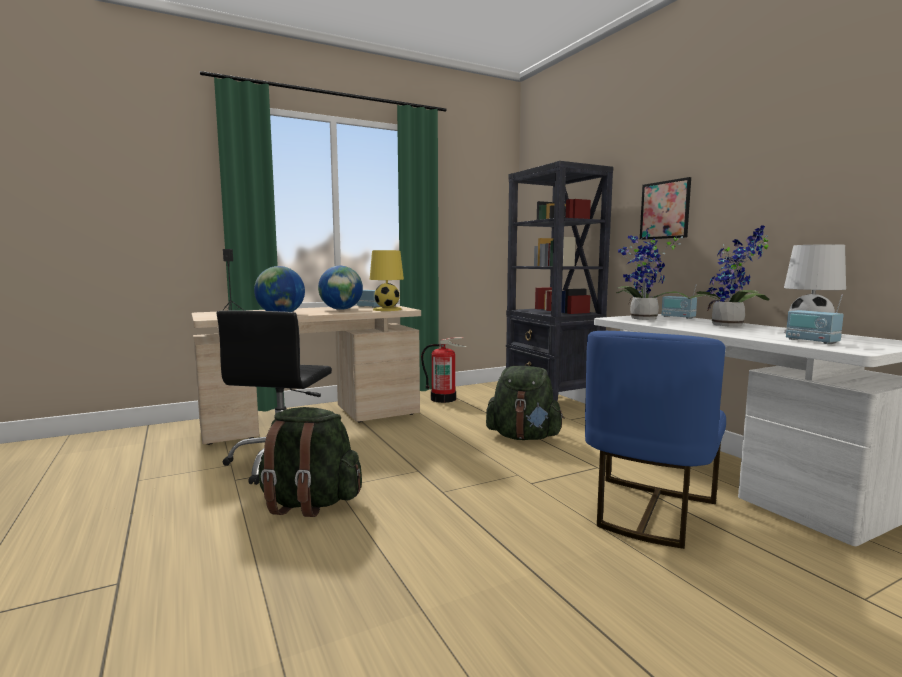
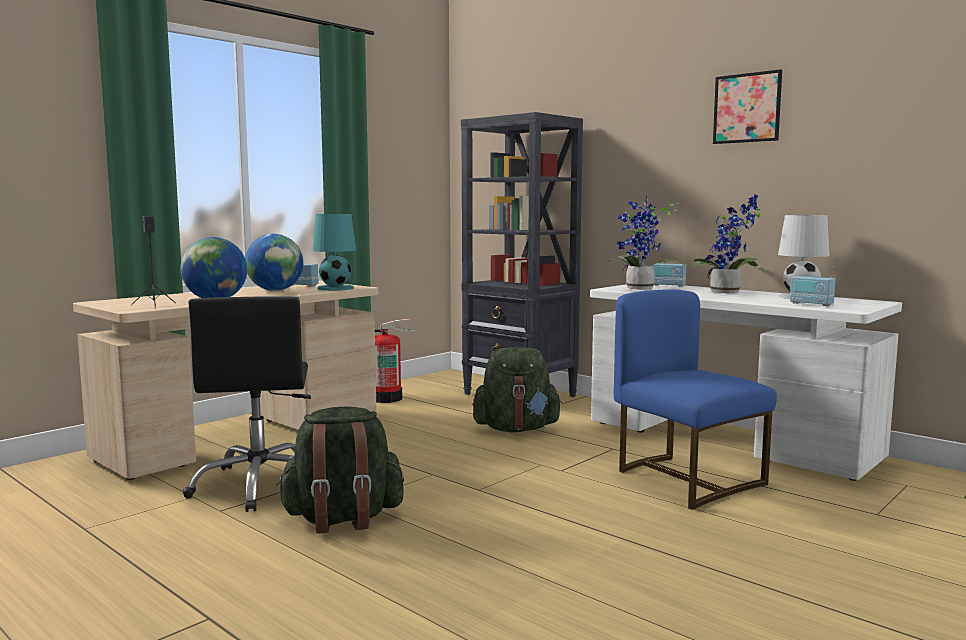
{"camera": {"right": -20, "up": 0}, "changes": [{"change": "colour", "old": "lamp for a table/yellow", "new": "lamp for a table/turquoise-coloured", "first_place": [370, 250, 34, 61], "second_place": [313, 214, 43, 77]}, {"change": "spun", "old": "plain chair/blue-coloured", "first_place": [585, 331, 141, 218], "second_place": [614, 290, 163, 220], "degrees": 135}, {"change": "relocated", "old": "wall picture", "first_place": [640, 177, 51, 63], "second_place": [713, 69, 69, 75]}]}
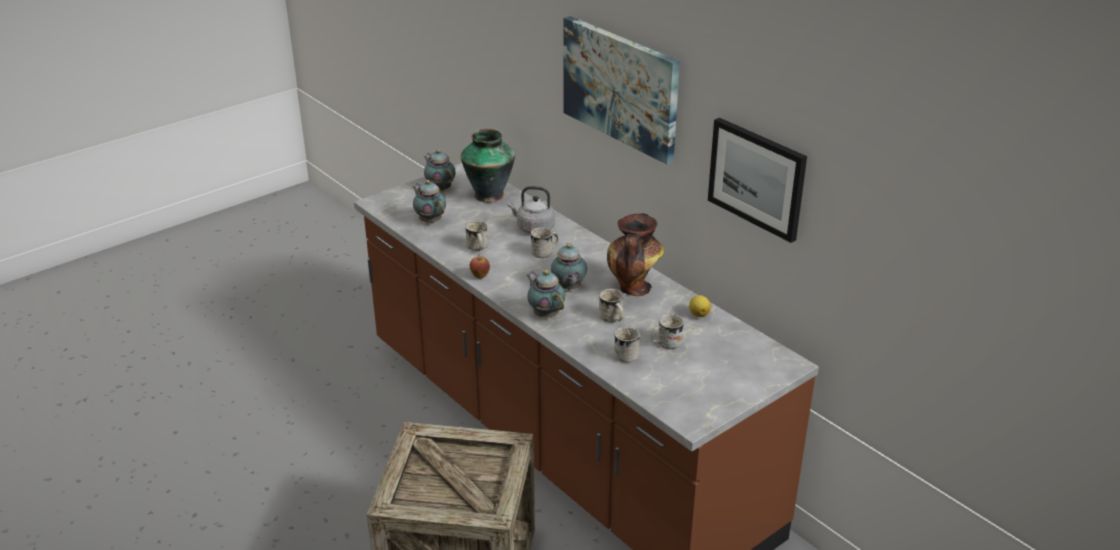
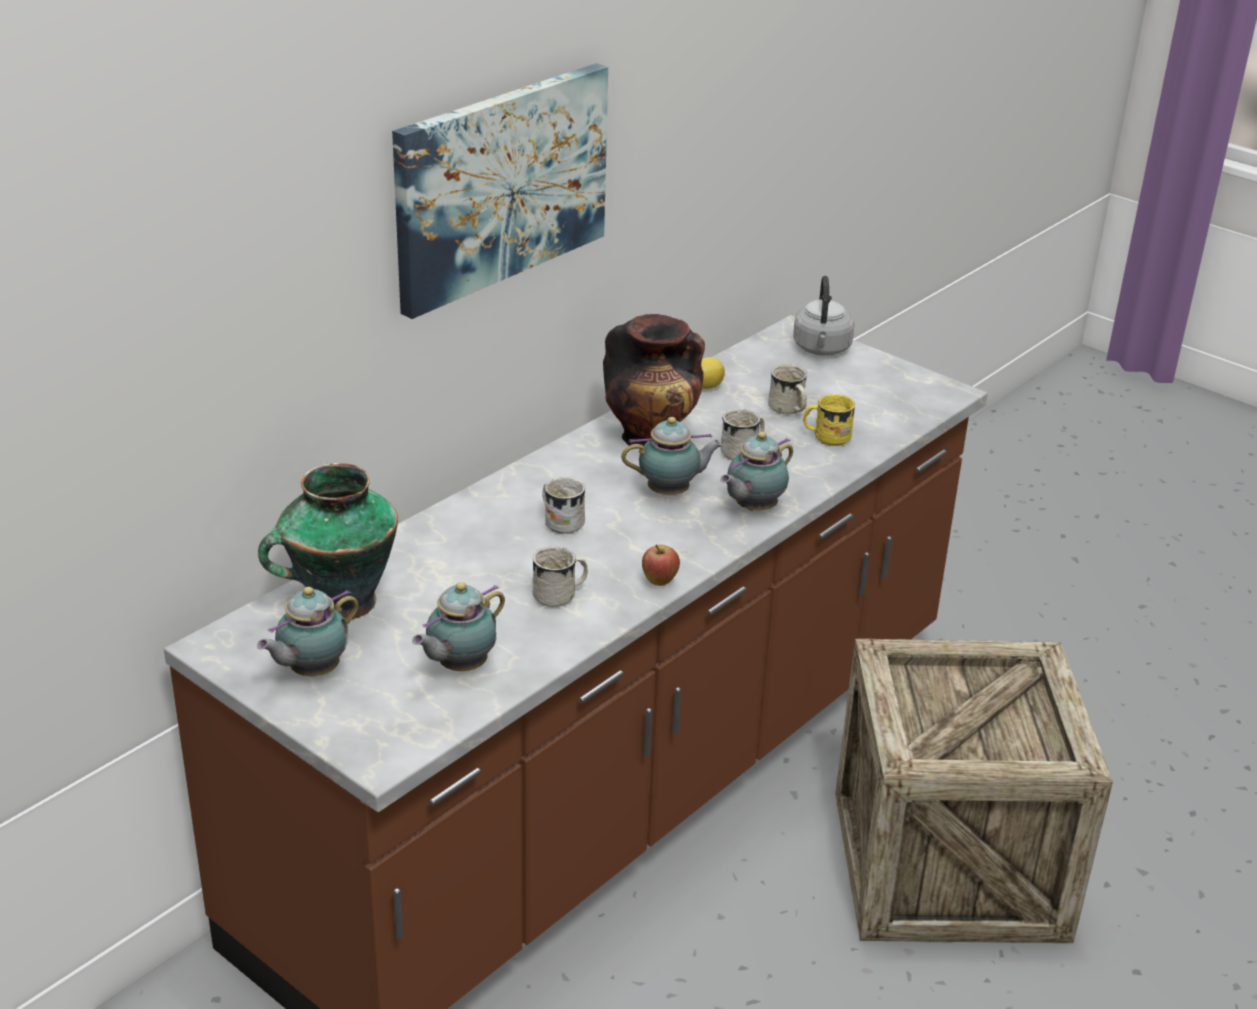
{"camera": {"right": -100, "up": 0}, "changes": [{"change": "relocated", "old": "tea kettle/grey", "first_place": [508, 186, 47, 48], "second_place": [793, 276, 62, 80]}, {"change": "colour", "old": "coffee mug/white", "new": "coffee mug/yellow", "first_place": [614, 327, 26, 36], "second_place": [803, 394, 52, 52]}, {"change": "missing", "old": "wall picture", "first_place": [708, 118, 99, 125]}]}
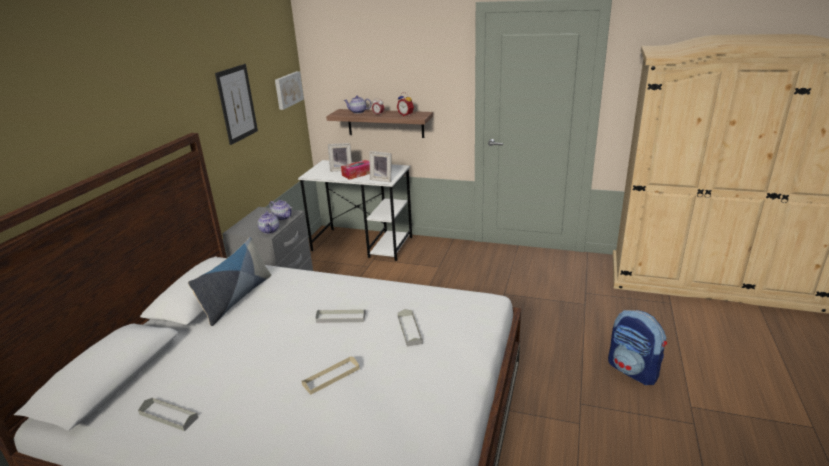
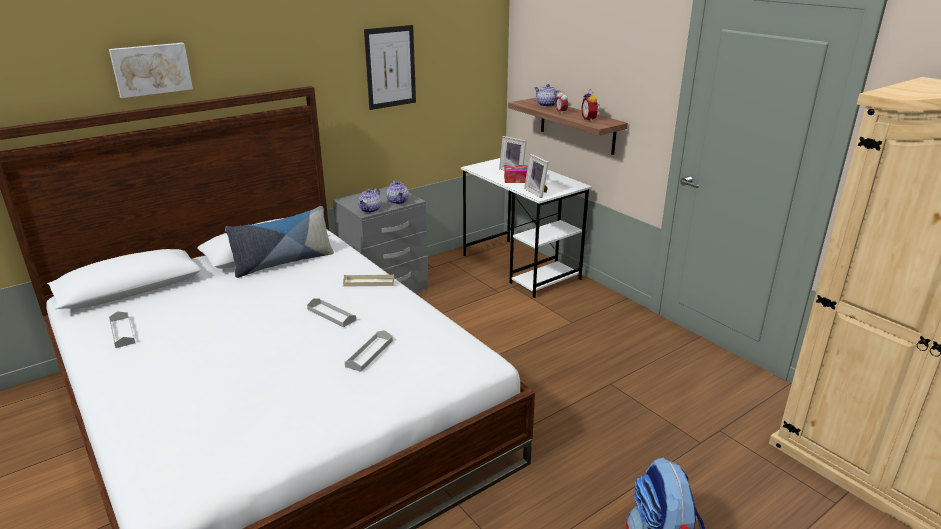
{"camera": {"right": 35, "up": 0}, "changes": [{"change": "relocated", "old": "wall picture", "first_place": [275, 71, 29, 39], "second_place": [109, 43, 84, 55]}, {"change": "relocated", "old": "carrying tray/beige-coloured", "first_place": [301, 356, 59, 39], "second_place": [343, 274, 51, 13]}]}
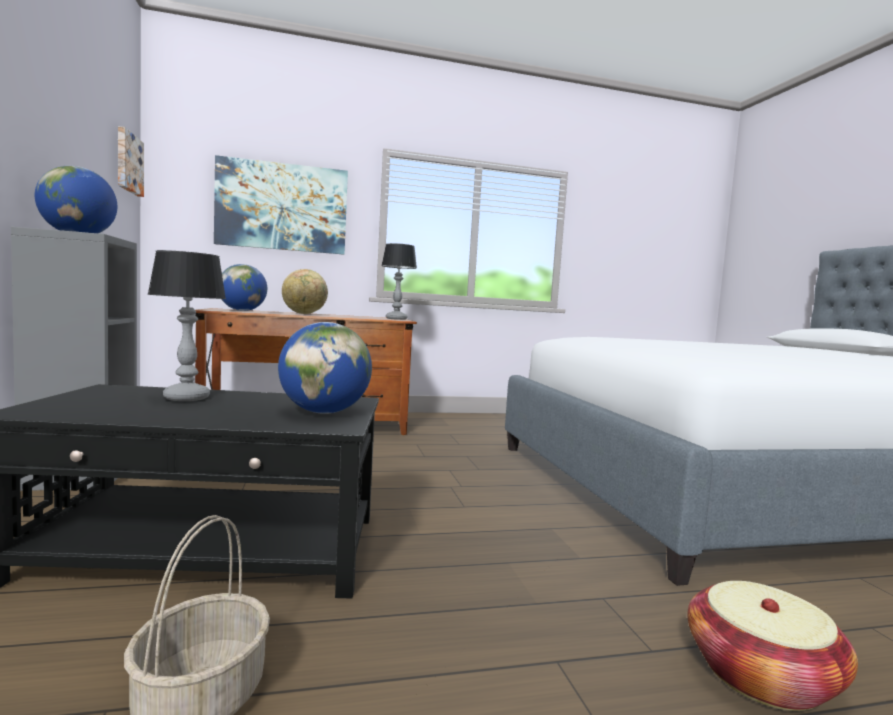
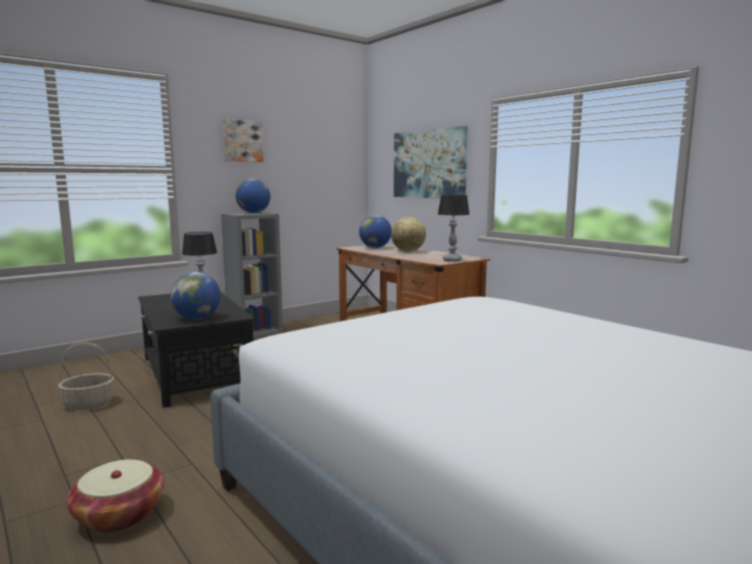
{"camera": {"right": 65, "up": 5}, "changes": [{"change": "relocated", "old": "wall picture", "first_place": [118, 126, 26, 71], "second_place": [223, 119, 41, 43]}]}
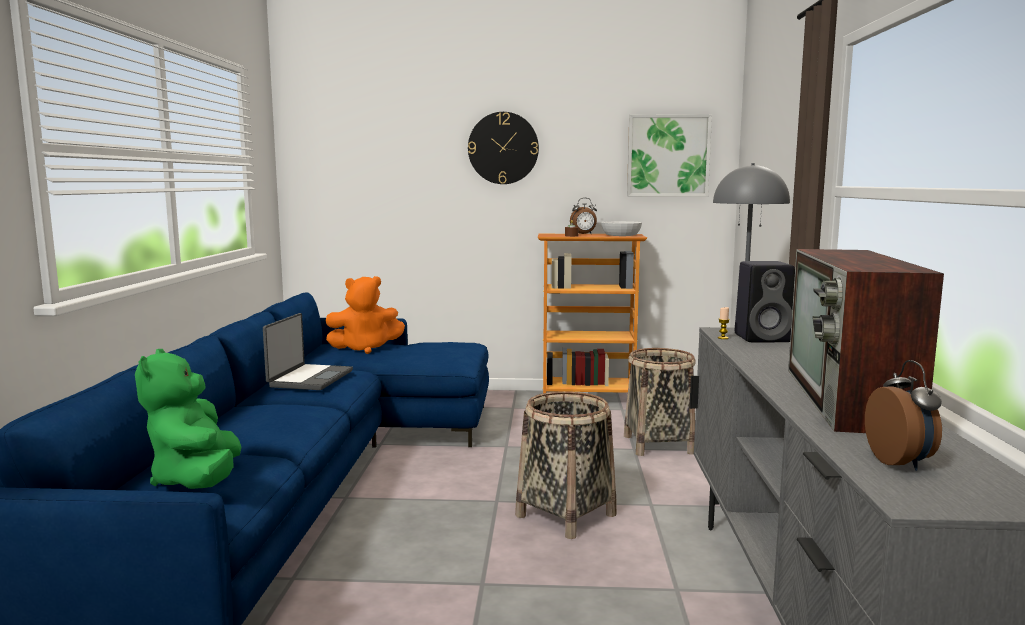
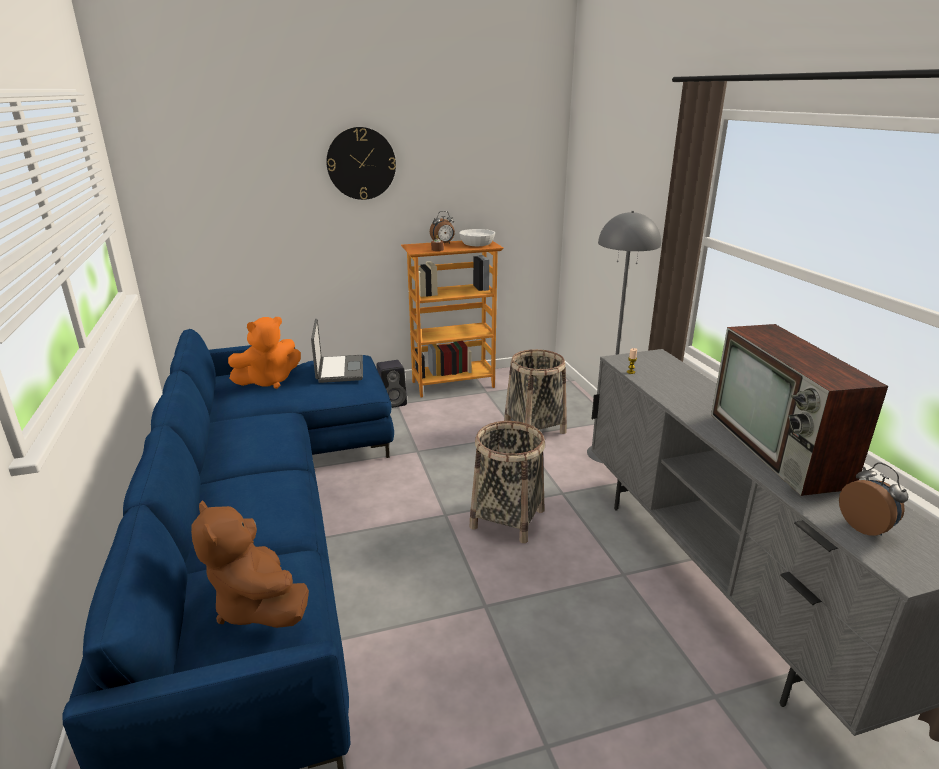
{"camera": {"right": -20, "up": 15}, "changes": [{"change": "colour", "old": "soft toy/green", "new": "soft toy/brown-coloured", "first_place": [135, 349, 106, 140], "second_place": [191, 501, 118, 127]}, {"change": "relocated", "old": "notebook computer", "first_place": [263, 313, 90, 77], "second_place": [311, 319, 52, 64]}, {"change": "relocated", "old": "audio speaker/blackish", "first_place": [735, 261, 60, 81], "second_place": [377, 360, 30, 48]}, {"change": "missing", "old": "wall picture", "first_place": [627, 114, 85, 83]}]}
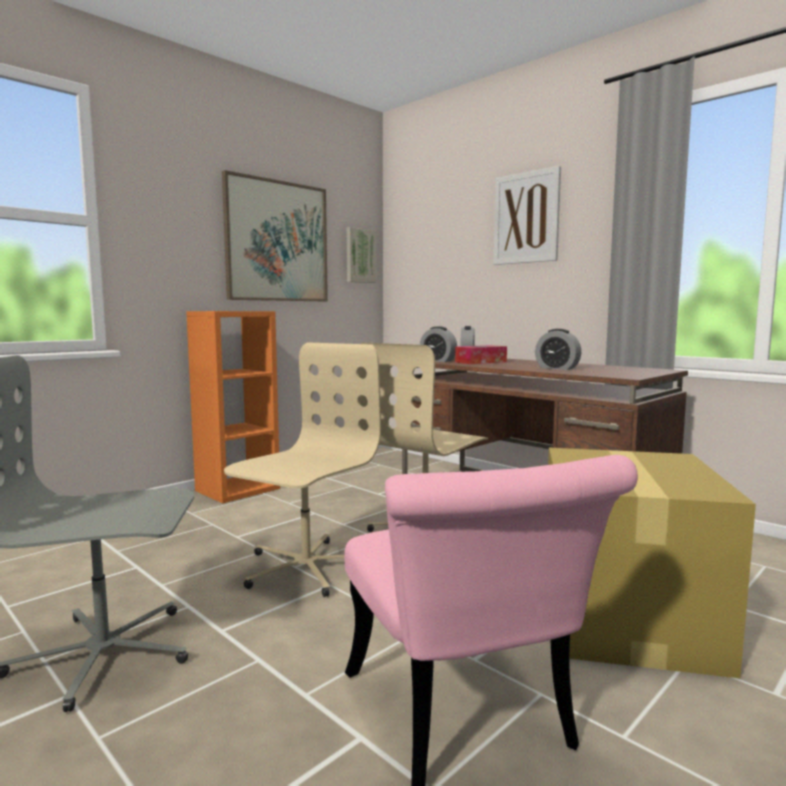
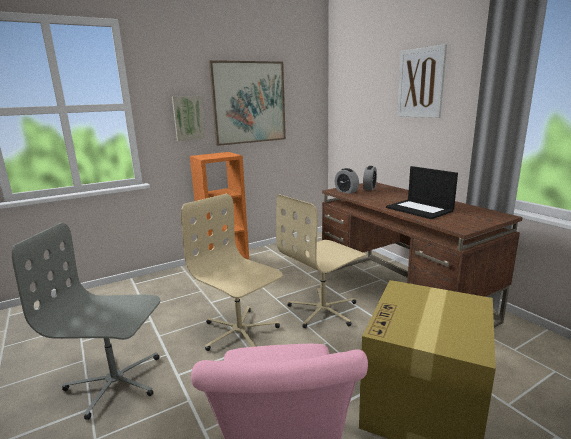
{"camera": {"right": 15, "up": 10}, "changes": [{"change": "relocated", "old": "wall picture", "first_place": [347, 227, 29, 56], "second_place": [172, 96, 33, 45]}, {"change": "spun", "old": "desk chair/beige-coloured", "first_place": [224, 343, 157, 254], "second_place": [181, 194, 102, 157], "degrees": -90}, {"change": "exchanged", "old": "table clock", "new": "notebook computer", "first_place": [535, 329, 46, 41], "second_place": [386, 166, 72, 53]}, {"change": "missing", "old": "tissue box", "first_place": [455, 345, 52, 19]}]}
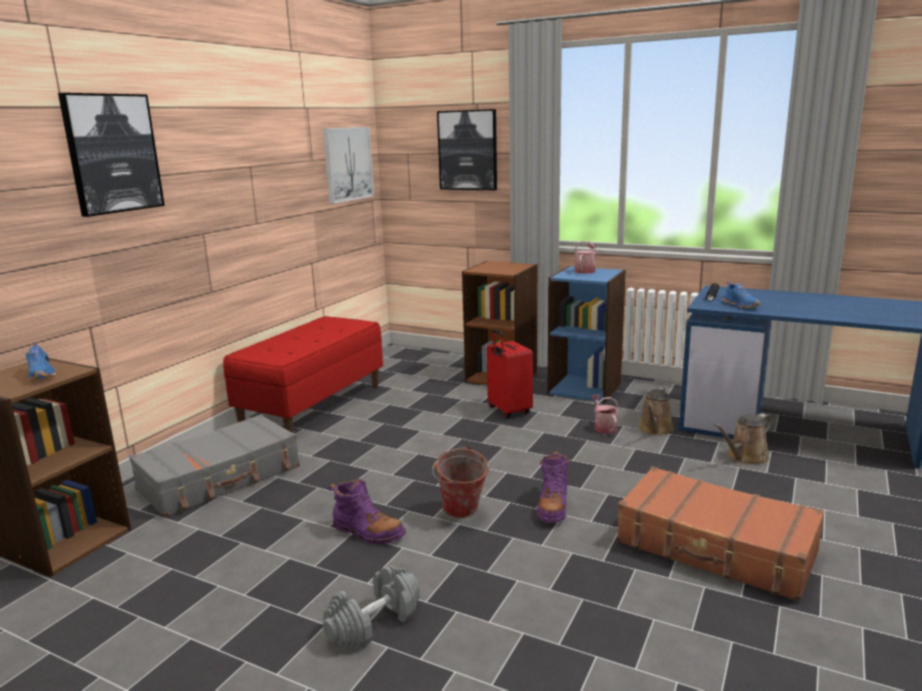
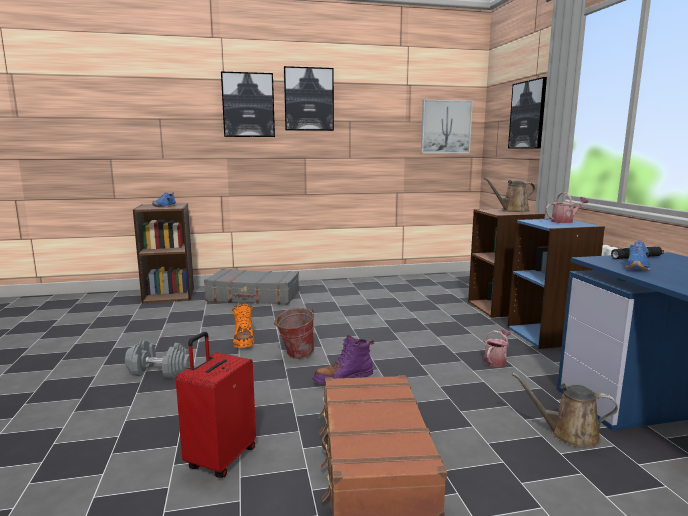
{"camera": {"right": 50, "up": -5}, "changes": [{"change": "relocated", "old": "travel case/red-coloured", "first_place": [487, 329, 46, 89], "second_place": [176, 332, 80, 146]}, {"change": "colour", "old": "boot/purple-coloured", "new": "boot/orangey", "first_place": [328, 479, 78, 66], "second_place": [232, 304, 22, 44]}, {"change": "appeared", "new": "wall picture", "second_place": [284, 66, 50, 65]}, {"change": "relocated", "old": "watering can/brown-coloured", "first_place": [638, 387, 36, 49], "second_place": [484, 178, 51, 34]}, {"change": "missing", "old": "bench/red-coloured", "first_place": [223, 316, 160, 116]}]}
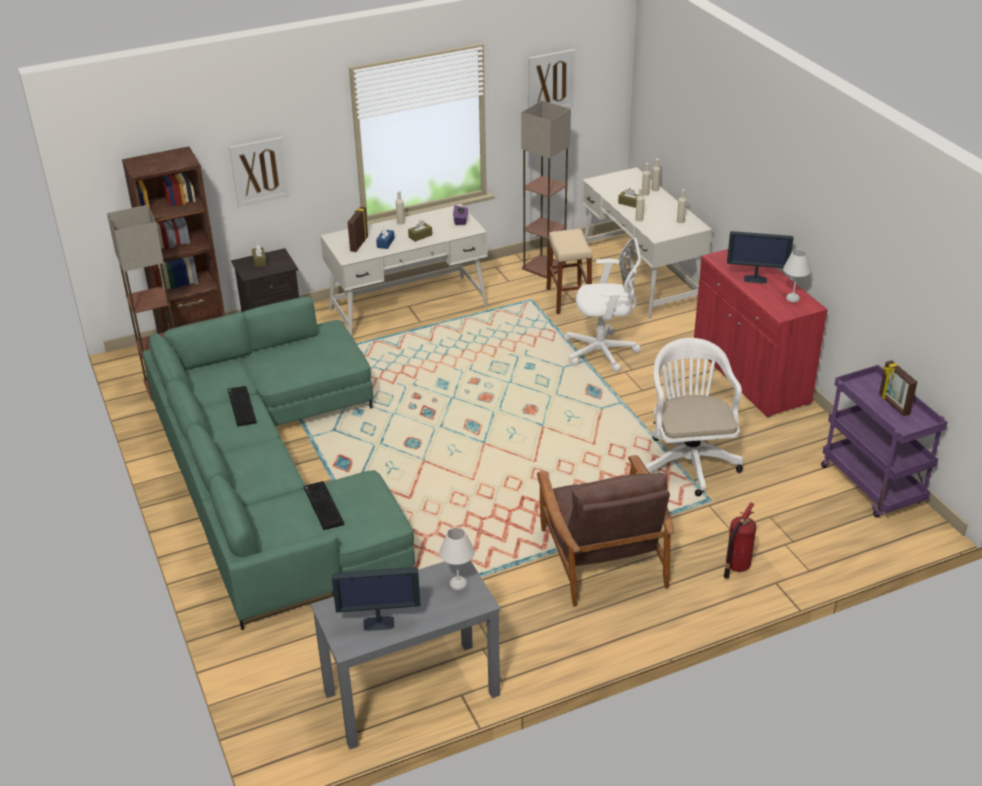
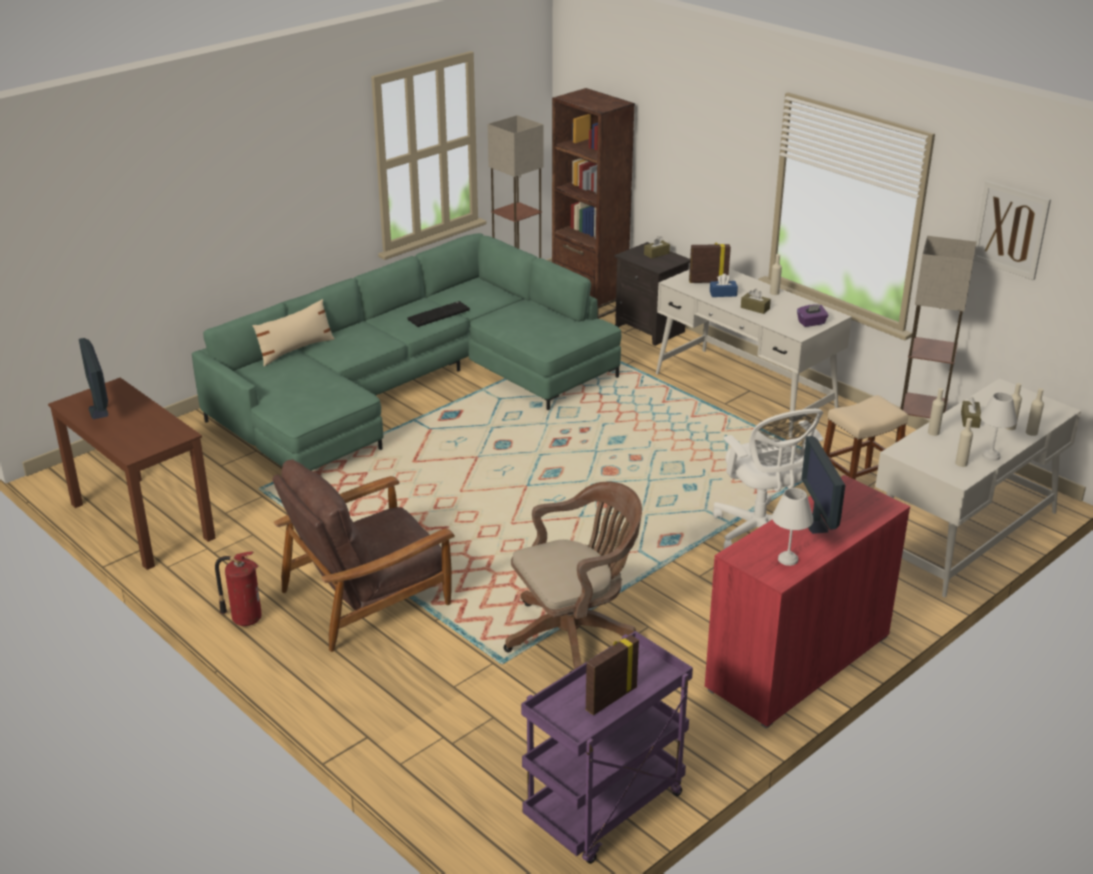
{"camera": {"right": 70, "up": -5}, "changes": [{"change": "colour", "old": "desk unit/grey", "new": "desk unit/brown-coloured", "first_place": [311, 560, 190, 189], "second_place": [48, 378, 168, 192]}, {"change": "relocated", "old": "fire-fighting cylinder", "first_place": [724, 503, 32, 76], "second_place": [215, 552, 47, 74]}, {"change": "appeared", "new": "pillow/beige-coloured", "second_place": [252, 299, 83, 67]}, {"change": "colour", "old": "desk chair/white", "new": "desk chair/brown-coloured", "first_place": [645, 338, 98, 158], "second_place": [504, 482, 138, 191]}, {"change": "relocated", "old": "lamp for a table/white", "first_place": [439, 527, 36, 63], "second_place": [980, 392, 37, 69]}, {"change": "missing", "old": "wall picture", "first_place": [229, 137, 60, 70]}, {"change": "missing", "old": "computer keyboard", "first_place": [304, 481, 40, 49]}]}
